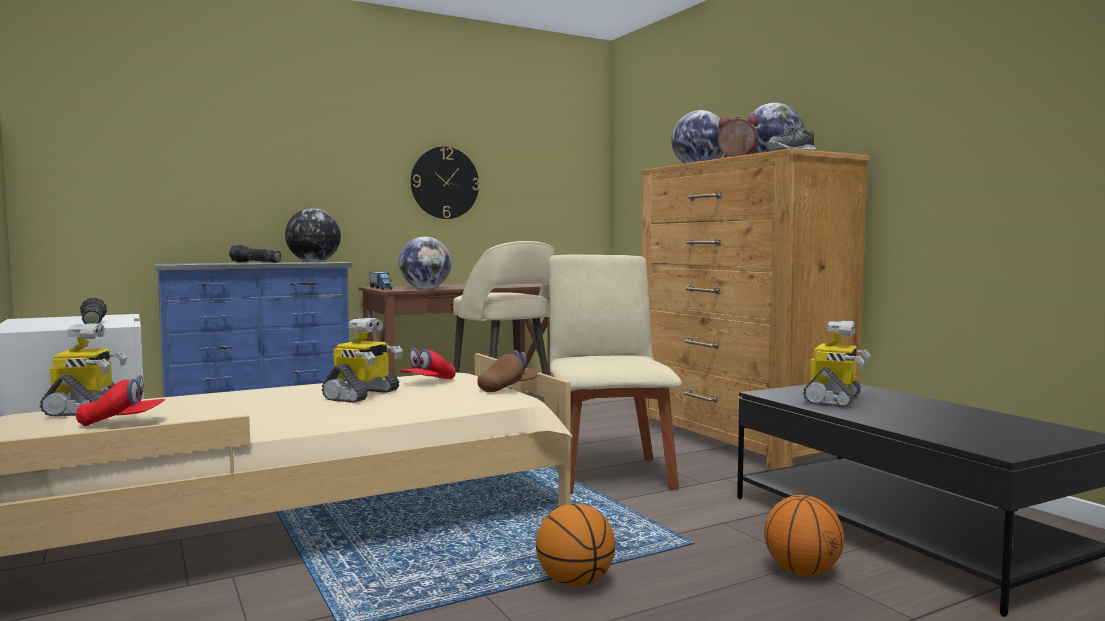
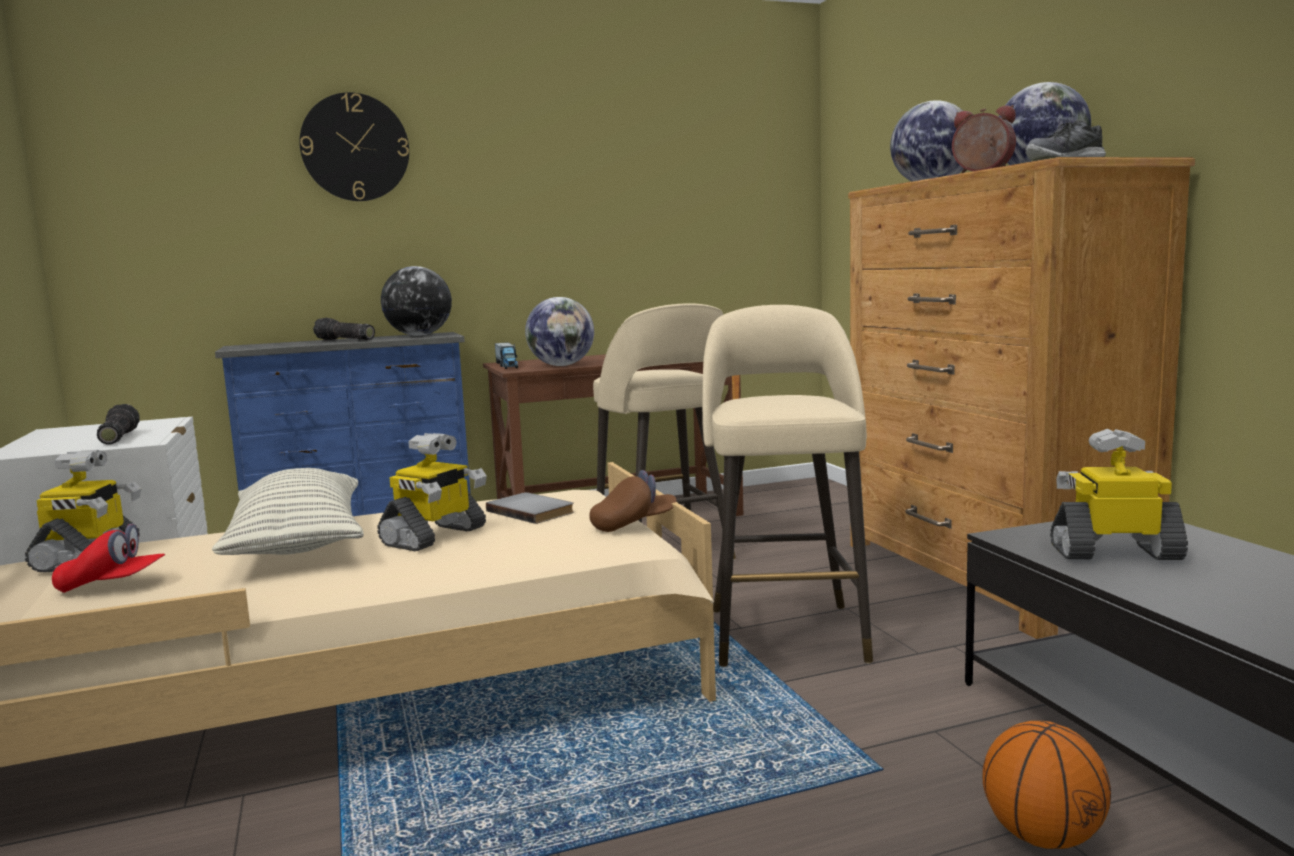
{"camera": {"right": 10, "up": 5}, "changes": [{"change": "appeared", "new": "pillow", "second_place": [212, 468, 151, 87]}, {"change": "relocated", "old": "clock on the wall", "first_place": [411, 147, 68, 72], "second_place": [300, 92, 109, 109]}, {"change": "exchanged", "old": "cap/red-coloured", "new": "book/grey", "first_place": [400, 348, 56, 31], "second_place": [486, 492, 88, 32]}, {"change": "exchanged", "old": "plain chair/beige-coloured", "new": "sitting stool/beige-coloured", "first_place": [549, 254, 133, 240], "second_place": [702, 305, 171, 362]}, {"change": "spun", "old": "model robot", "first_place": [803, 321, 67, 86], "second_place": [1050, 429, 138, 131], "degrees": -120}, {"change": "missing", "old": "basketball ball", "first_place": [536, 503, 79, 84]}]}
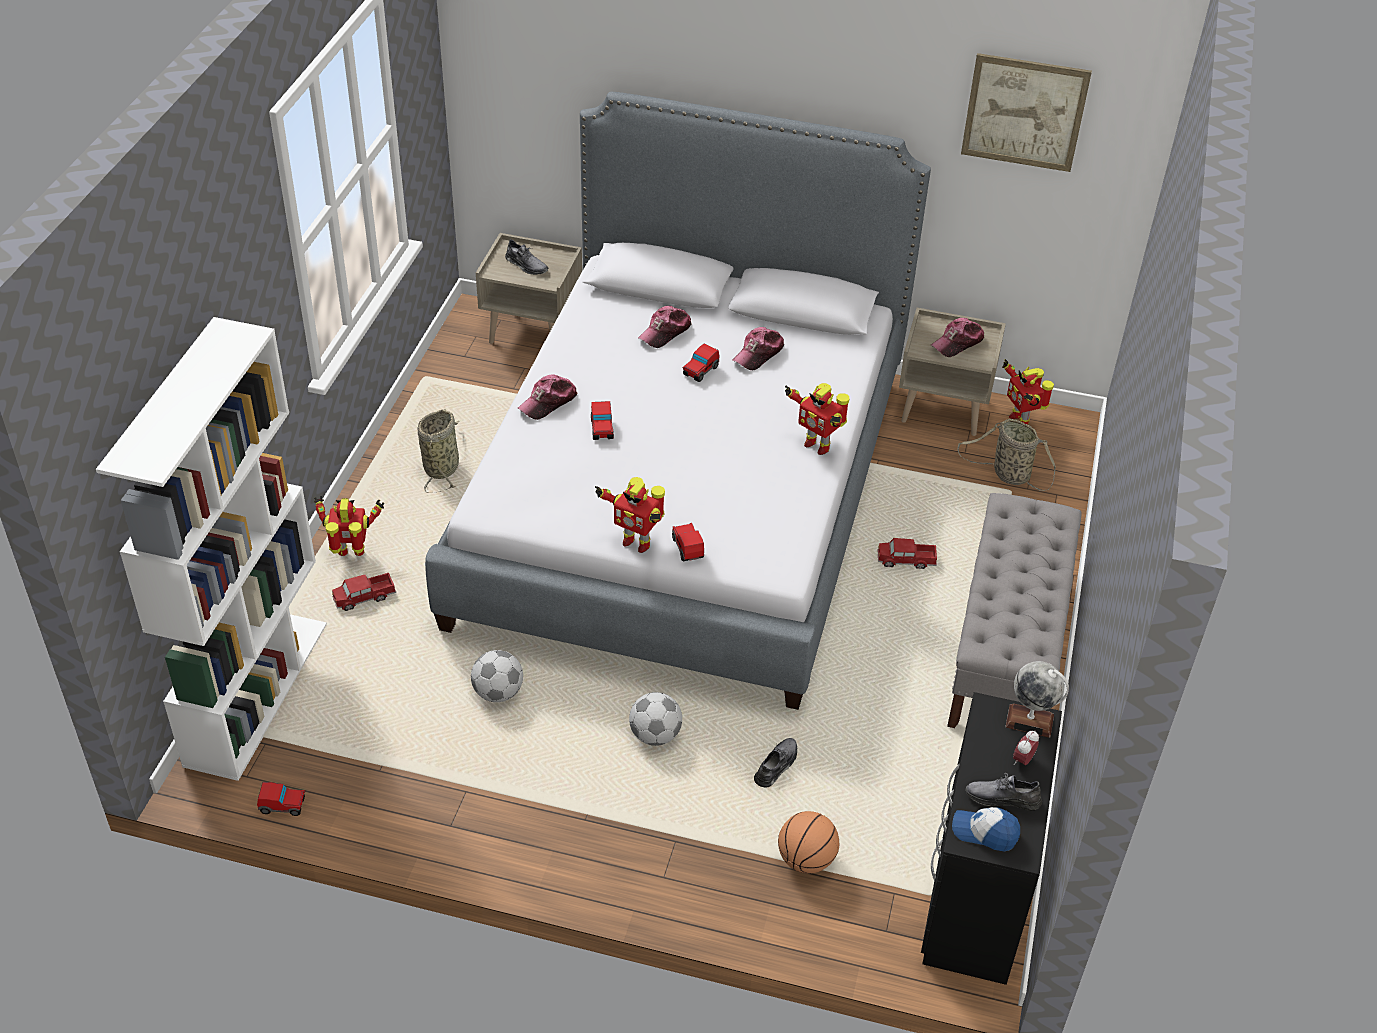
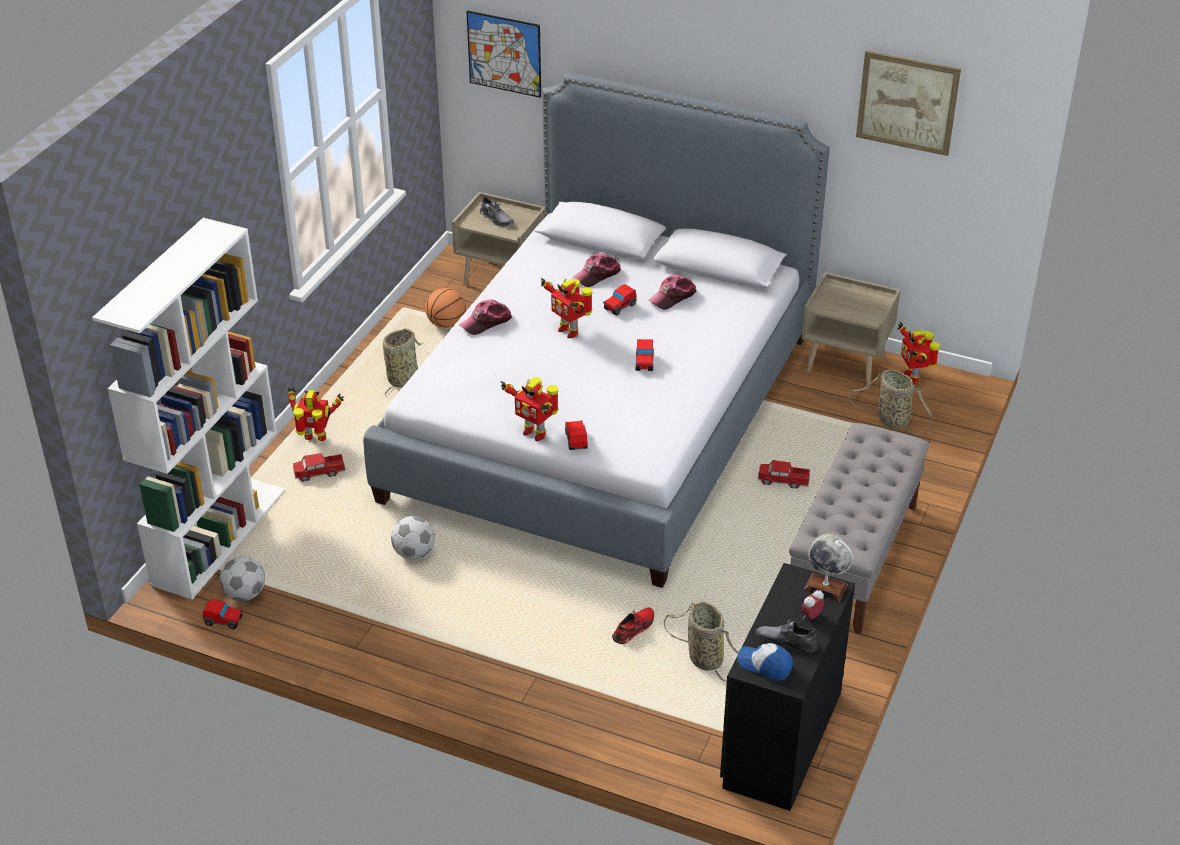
{"camera": {"right": 10, "up": -5}, "changes": [{"change": "relocated", "old": "football ball", "first_place": [629, 692, 53, 54], "second_place": [220, 556, 45, 45]}, {"change": "relocated", "old": "basketball ball", "first_place": [778, 811, 61, 63], "second_place": [425, 288, 41, 40]}, {"change": "appeared", "new": "wall picture", "second_place": [466, 10, 75, 88]}, {"change": "relocated", "old": "model robot", "first_place": [785, 383, 65, 72], "second_place": [541, 278, 51, 60]}, {"change": "colour", "old": "shoe/grey", "new": "shoe/red-coloured", "first_place": [754, 738, 43, 50], "second_place": [612, 608, 42, 36]}, {"change": "relocated", "old": "miniature car", "first_place": [591, 401, 23, 39], "second_place": [636, 339, 18, 32]}, {"change": "appeared", "new": "household basket", "second_place": [664, 601, 75, 81]}, {"change": "missing", "old": "cap", "first_place": [931, 318, 54, 39]}]}
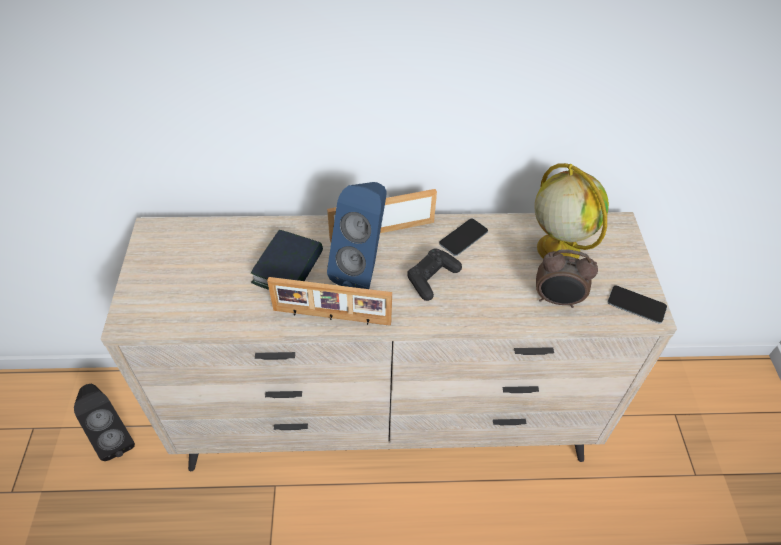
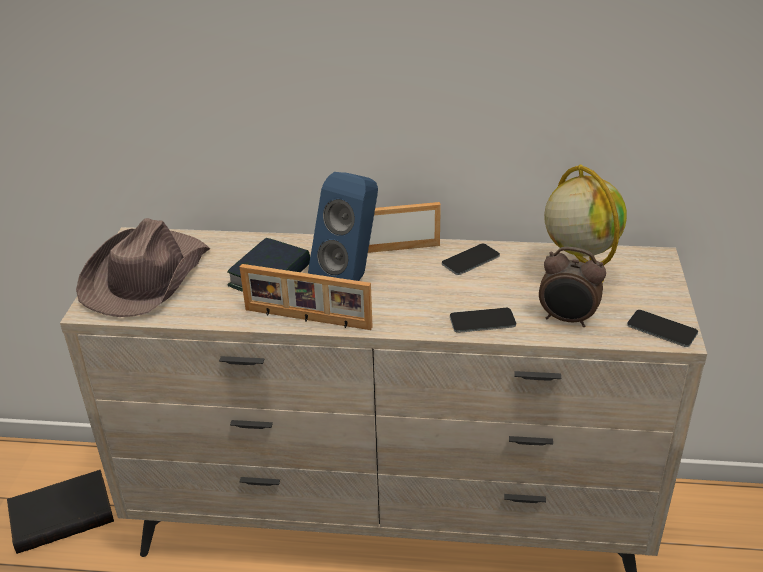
{"camera": {"right": 10, "up": -15}, "changes": [{"change": "exchanged", "old": "audio speaker/blackish", "new": "book/blackish", "first_place": [74, 383, 61, 78], "second_place": [7, 470, 107, 84]}, {"change": "appeared", "new": "wearable hat/brown-coloured", "second_place": [76, 218, 134, 99]}, {"change": "appeared", "new": "telephone", "second_place": [450, 308, 66, 25]}, {"change": "missing", "old": "joypad/blackish", "first_place": [407, 248, 55, 53]}]}
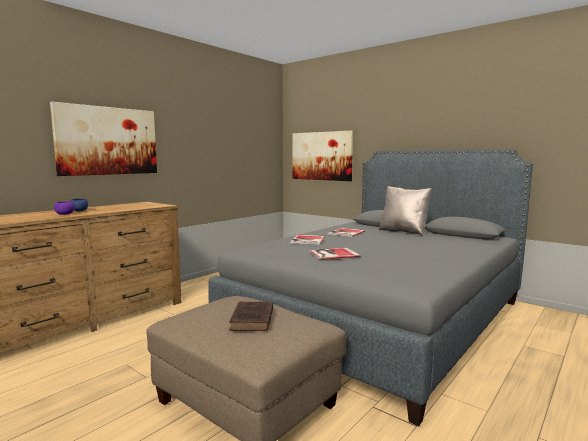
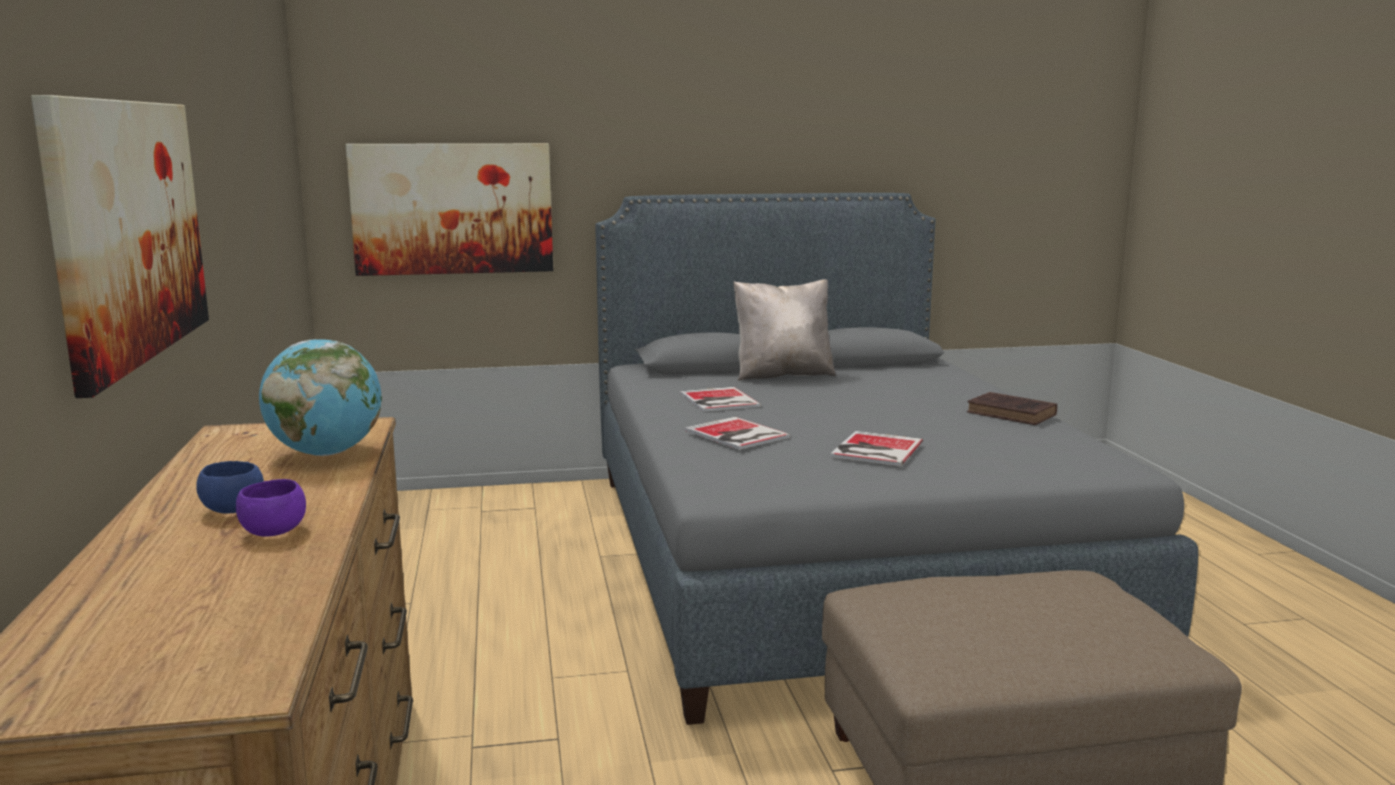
{"camera": {"right": -50, "up": 5}, "changes": [{"change": "appeared", "new": "desk globe", "second_place": [259, 339, 123, 117]}, {"change": "relocated", "old": "book/brown-coloured", "first_place": [229, 302, 44, 29], "second_place": [967, 392, 90, 33]}]}
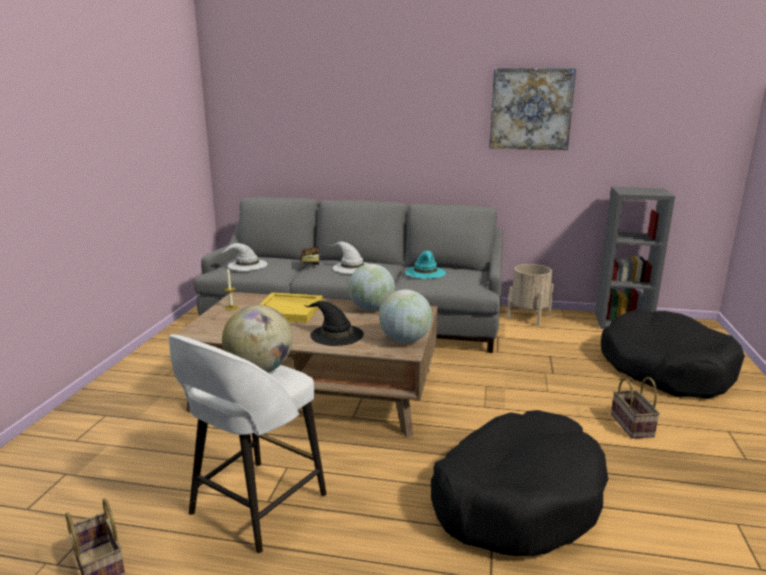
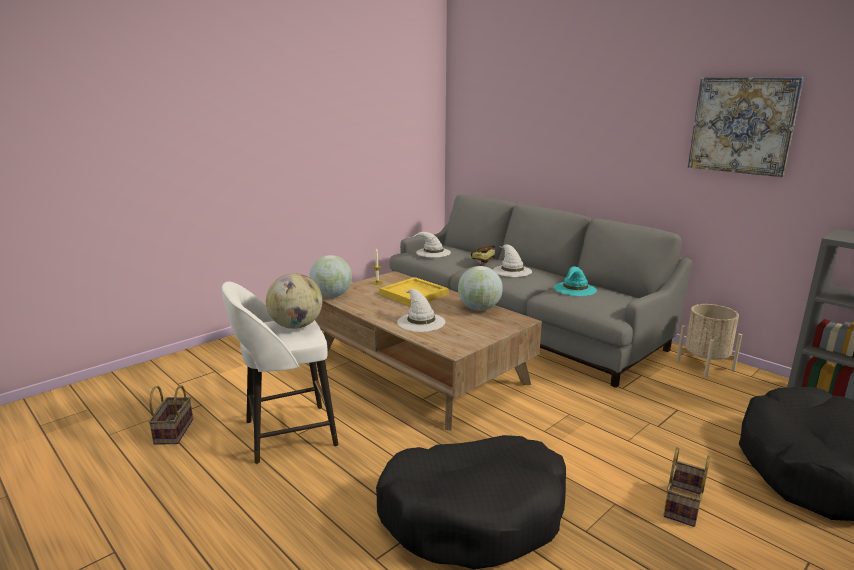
{"camera": {"right": 35, "up": 0}, "changes": [{"change": "relocated", "old": "desk globe", "first_place": [379, 289, 53, 54], "second_place": [309, 255, 43, 42]}, {"change": "colour", "old": "wearable hat/blackish", "new": "wearable hat/white", "first_place": [304, 301, 60, 45], "second_place": [397, 289, 48, 43]}]}
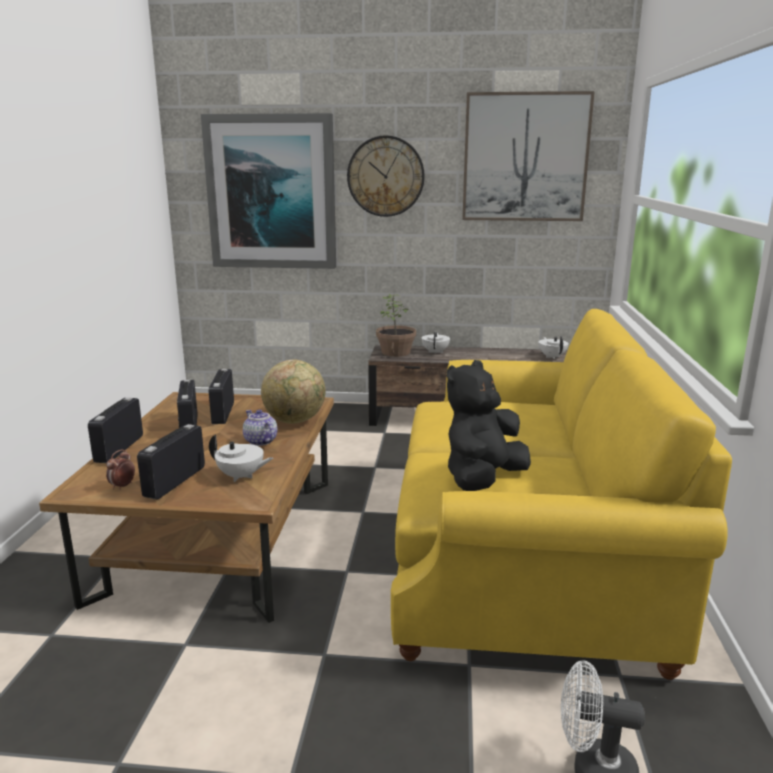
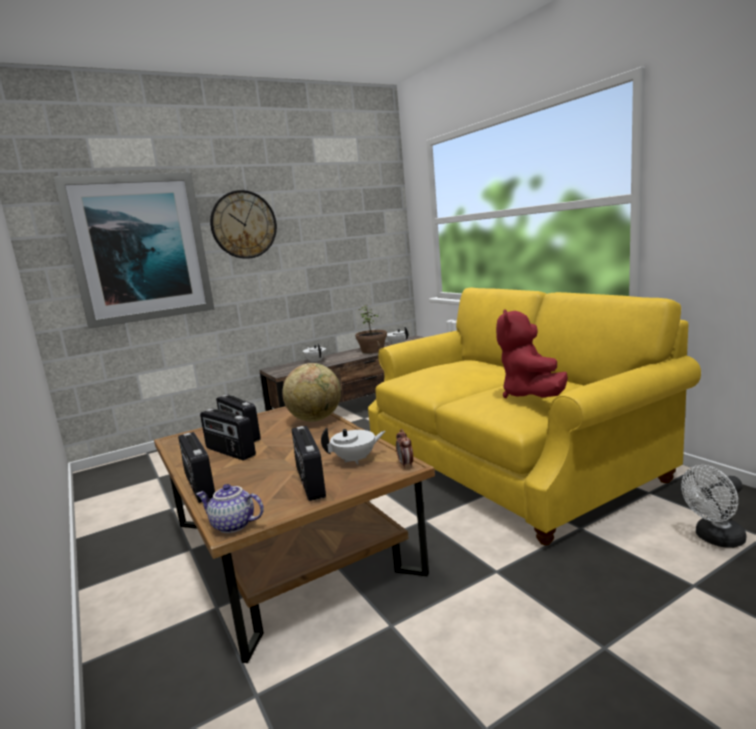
{"camera": {"right": -35, "up": -5}, "changes": [{"change": "relocated", "old": "teapot", "first_place": [243, 410, 34, 36], "second_place": [196, 484, 68, 49]}, {"change": "relocated", "old": "plant in a pot", "first_place": [376, 294, 40, 63], "second_place": [355, 305, 32, 48]}, {"change": "relocated", "old": "table clock", "first_place": [106, 449, 29, 41], "second_place": [396, 429, 17, 40]}, {"change": "colour", "old": "soft toy/blackish", "new": "soft toy/red-coloured", "first_place": [447, 360, 84, 131], "second_place": [496, 310, 72, 88]}, {"change": "missing", "old": "wall picture", "first_place": [462, 91, 133, 130]}]}
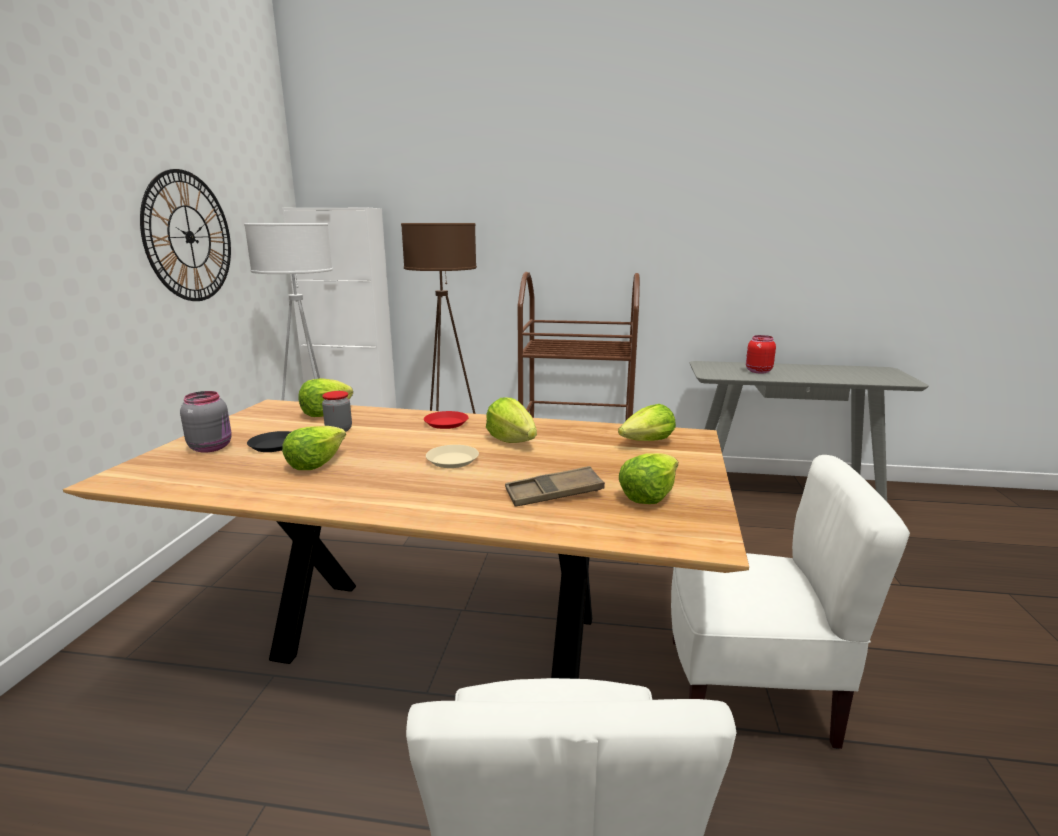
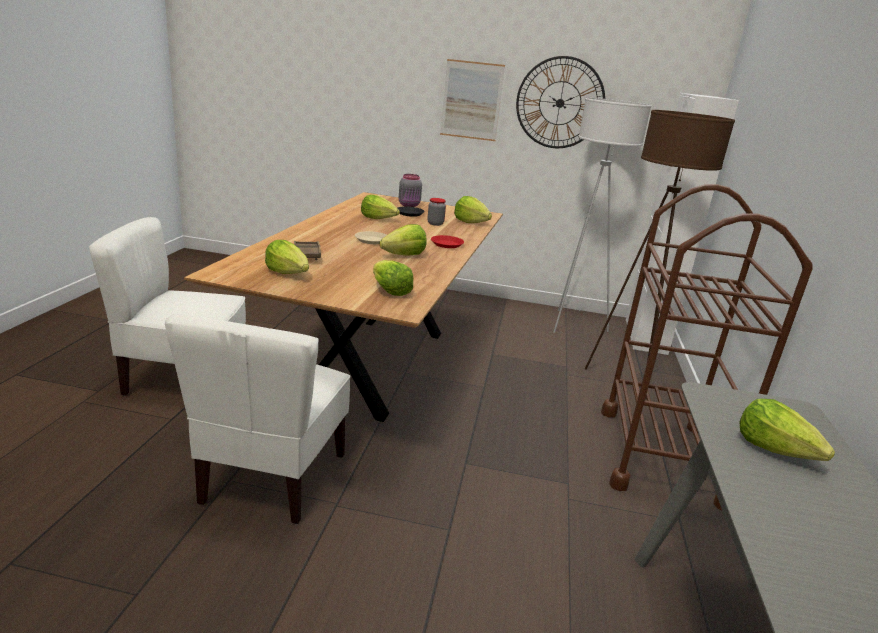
{"camera": {"right": 90, "up": 5}, "changes": [{"change": "appeared", "new": "wall picture", "second_place": [440, 59, 65, 82]}, {"change": "exchanged", "old": "jar/red-coloured", "new": "lettuce", "first_place": [746, 335, 30, 39], "second_place": [739, 399, 96, 62]}]}
